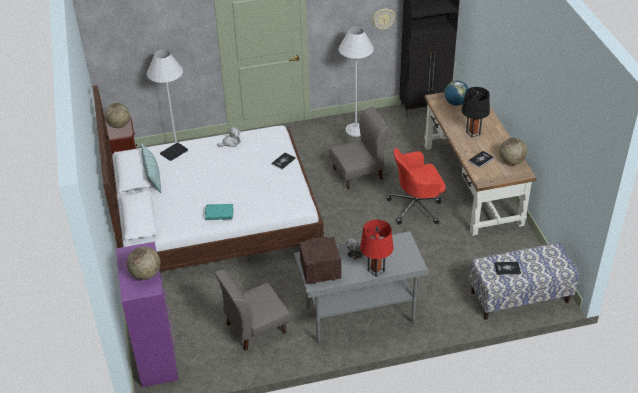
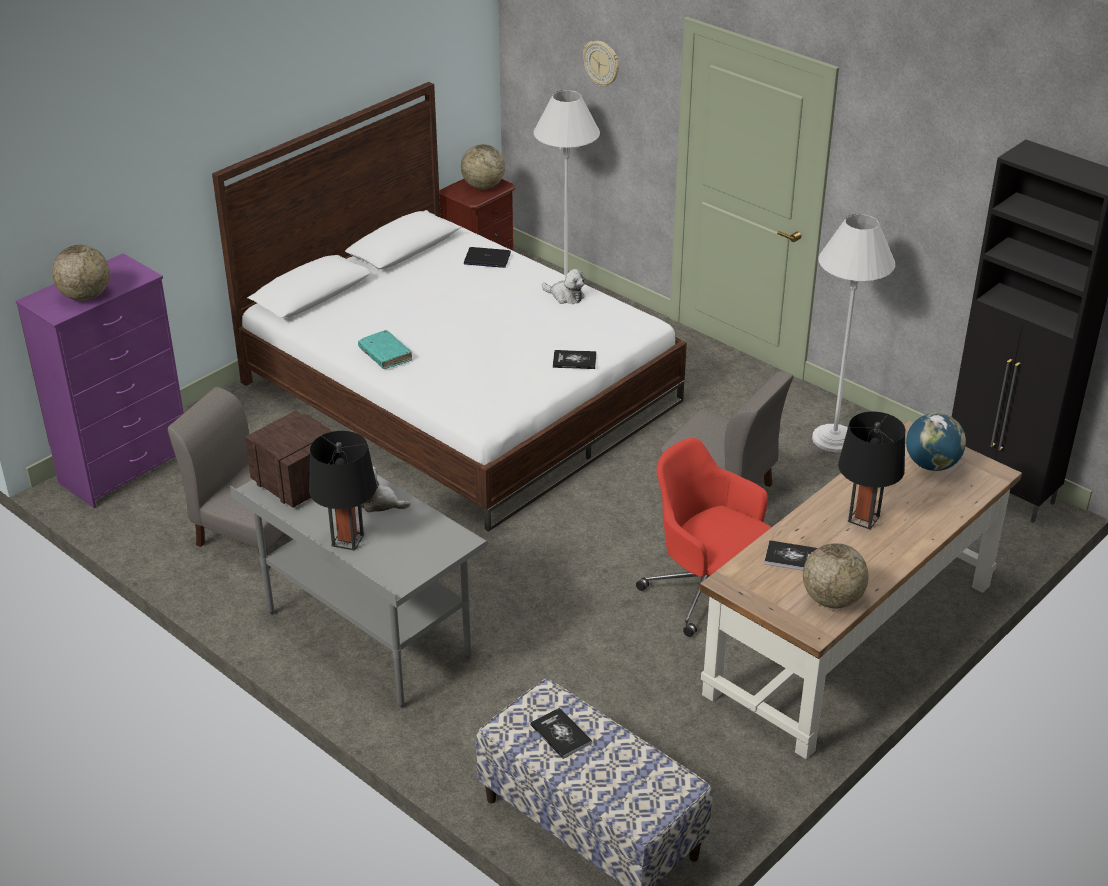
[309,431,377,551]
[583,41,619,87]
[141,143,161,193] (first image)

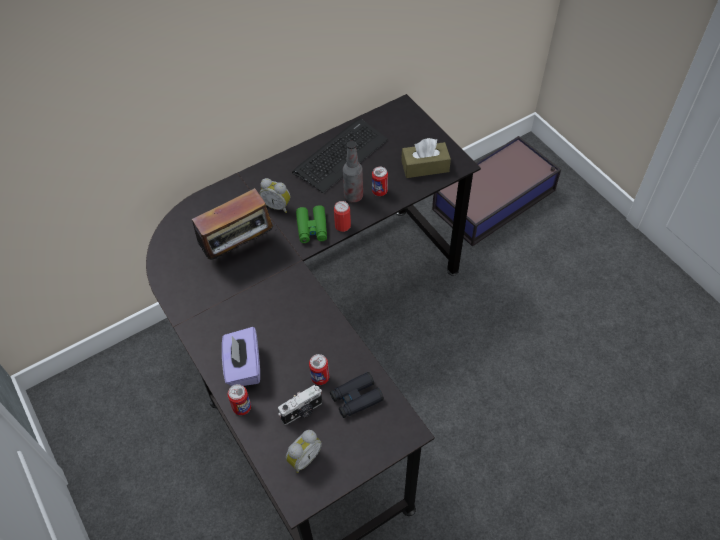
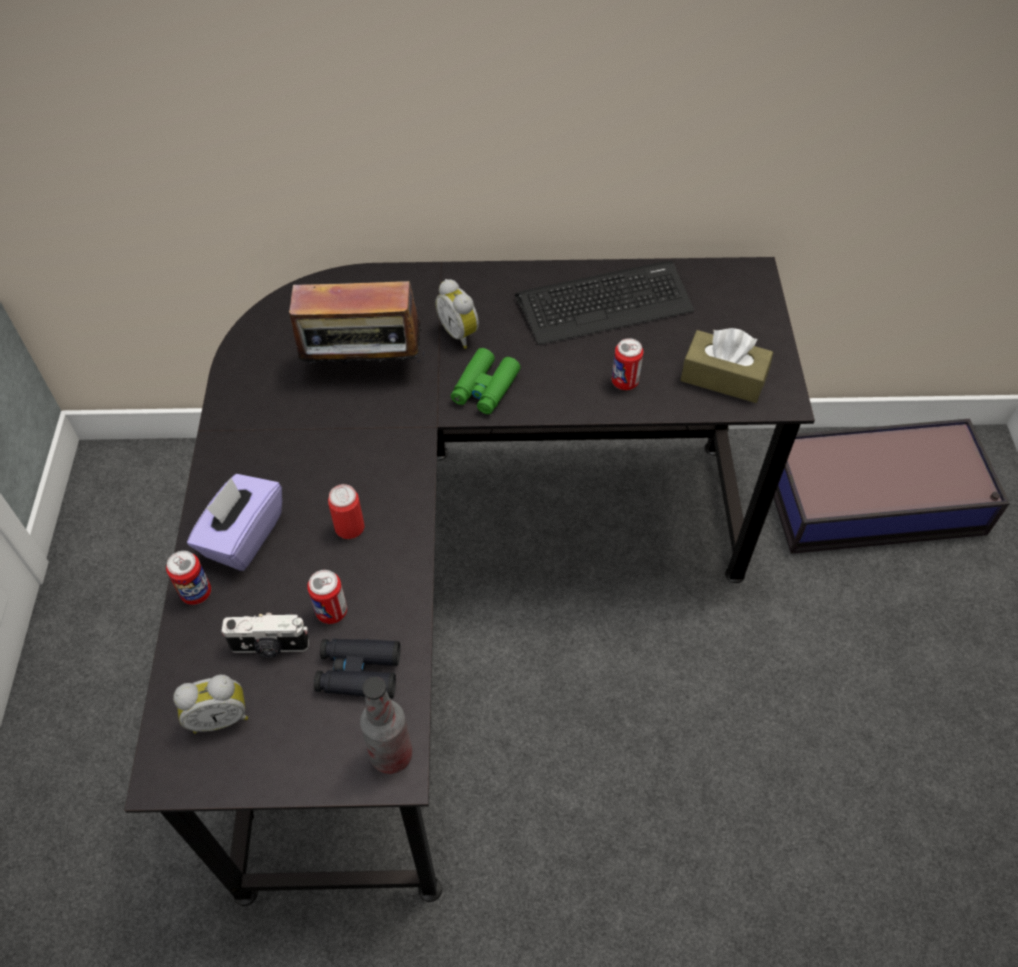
[328,484,365,539]
[360,677,412,774]

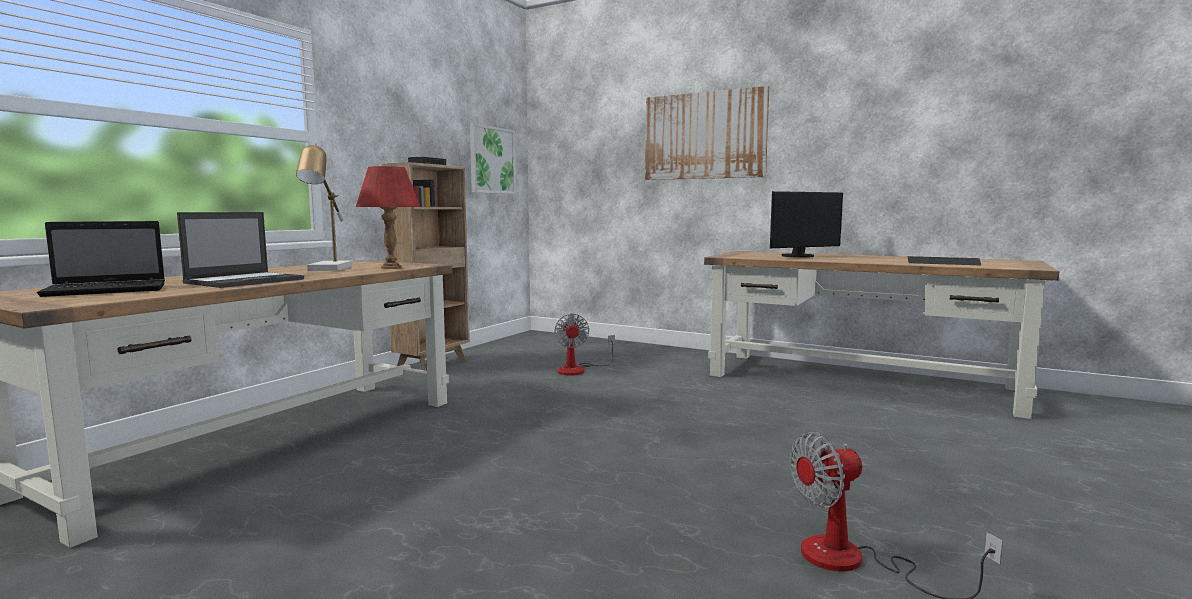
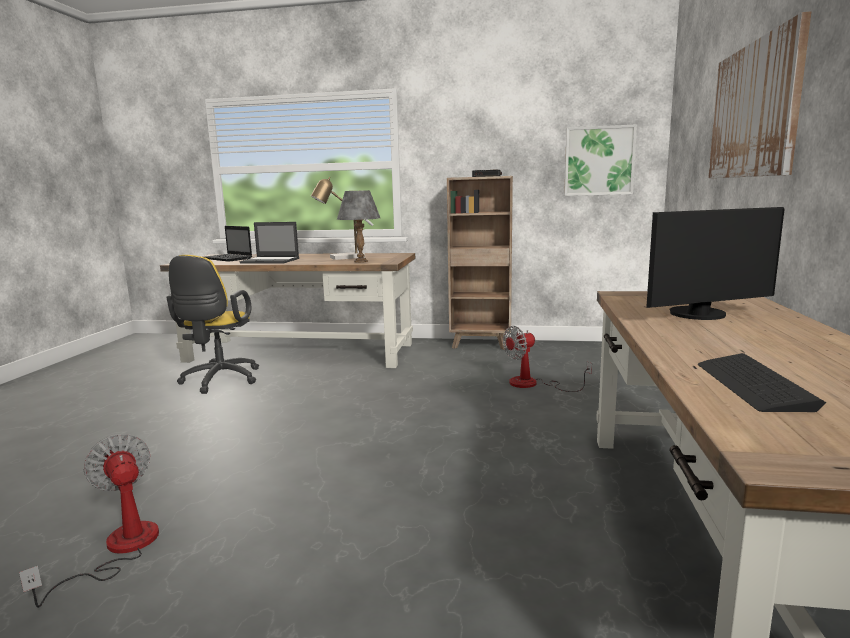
[167,255,259,394]
[337,190,380,263]
[646,207,785,320]

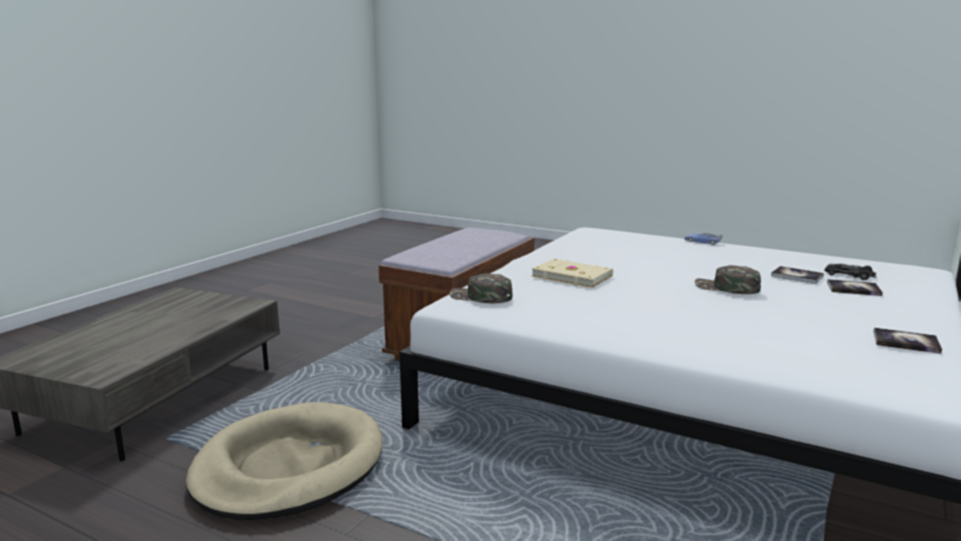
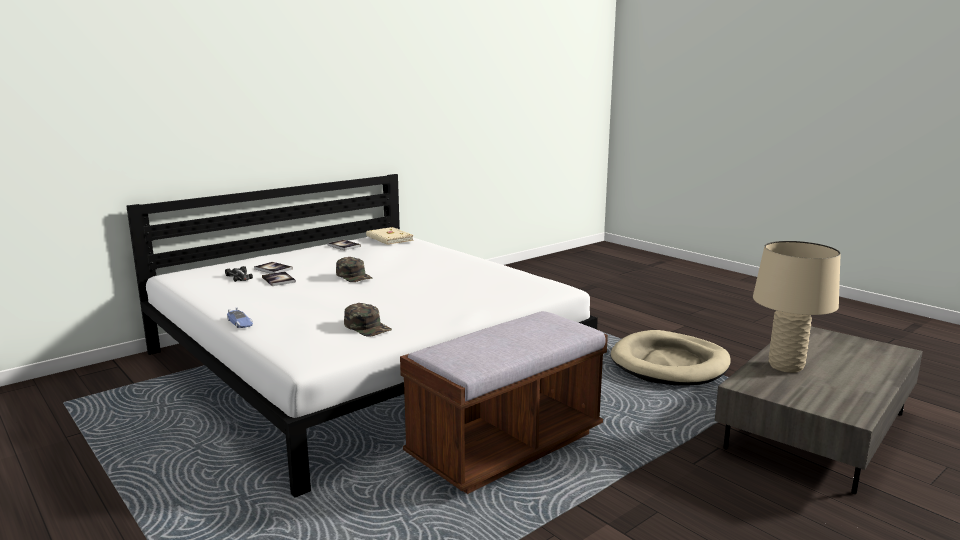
[344,303,392,337]
[366,227,414,245]
[753,241,841,373]

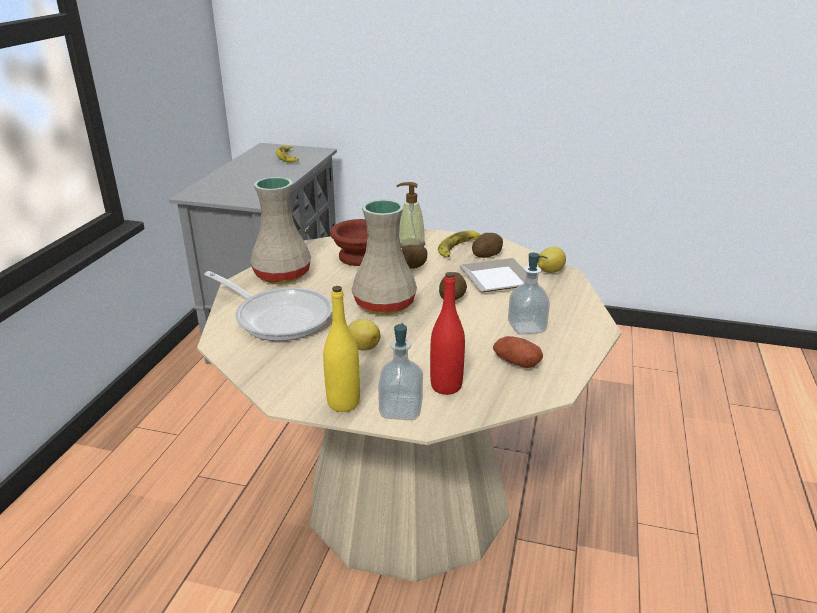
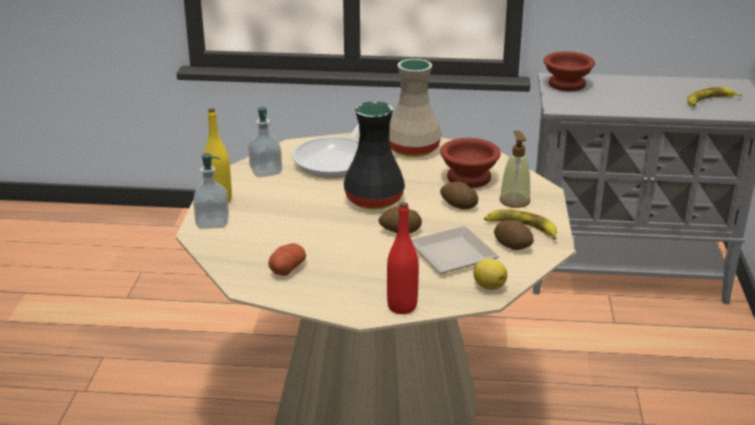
[248,107,282,177]
[344,102,405,210]
[387,202,419,314]
[544,51,595,91]
[348,319,380,350] (first image)

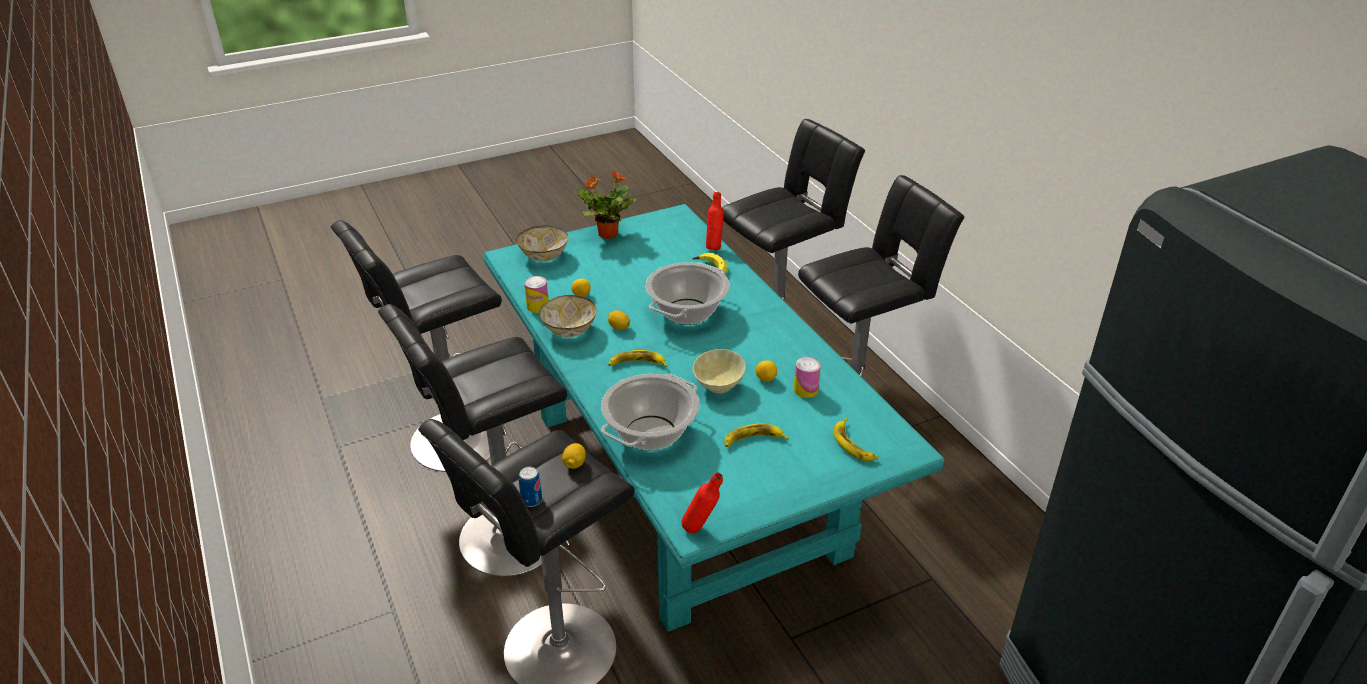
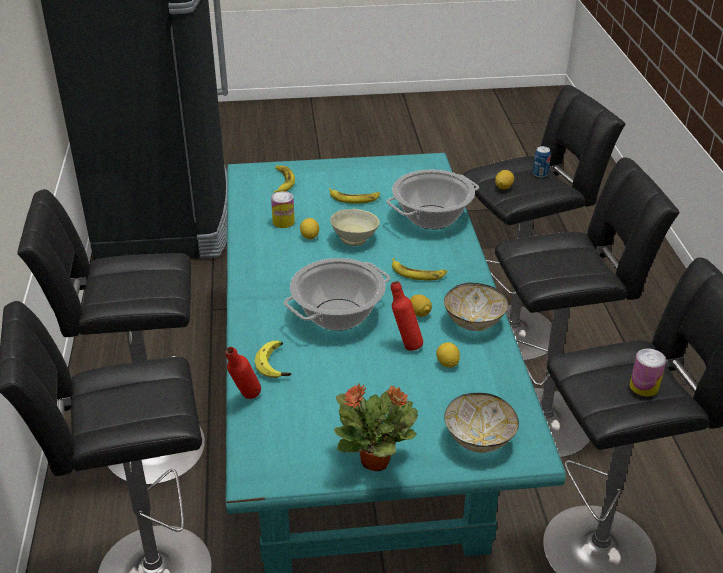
[391,281,423,351]
[630,349,666,397]

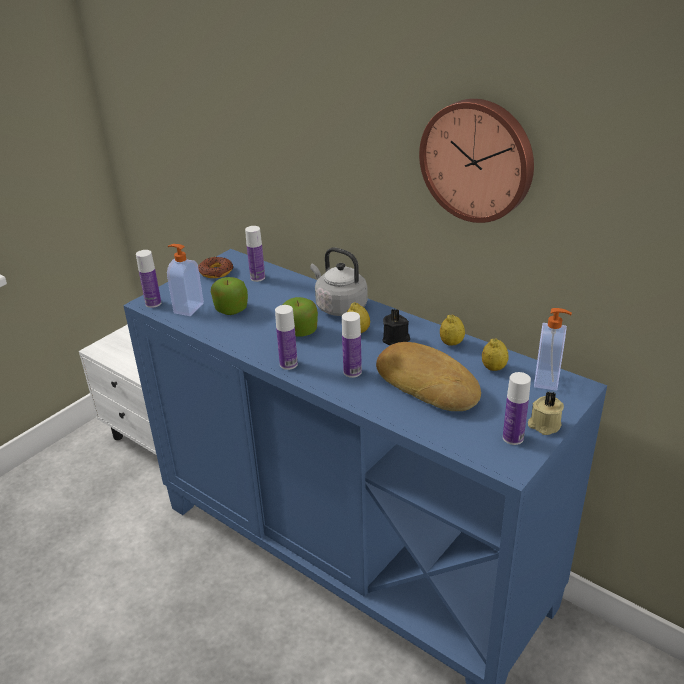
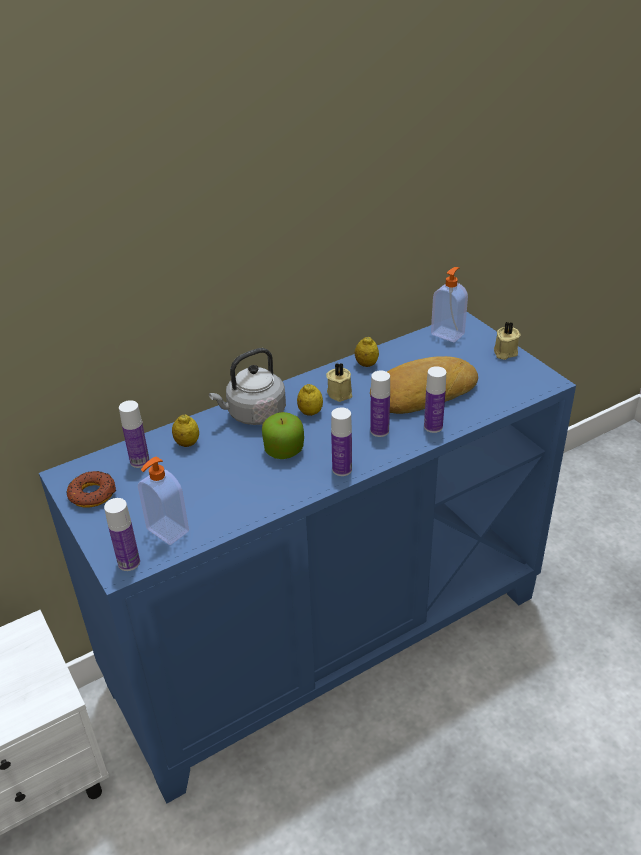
[172,414,199,447]
[326,363,353,402]
[424,366,446,433]
[211,277,248,315] (first image)
[419,99,534,223] (first image)

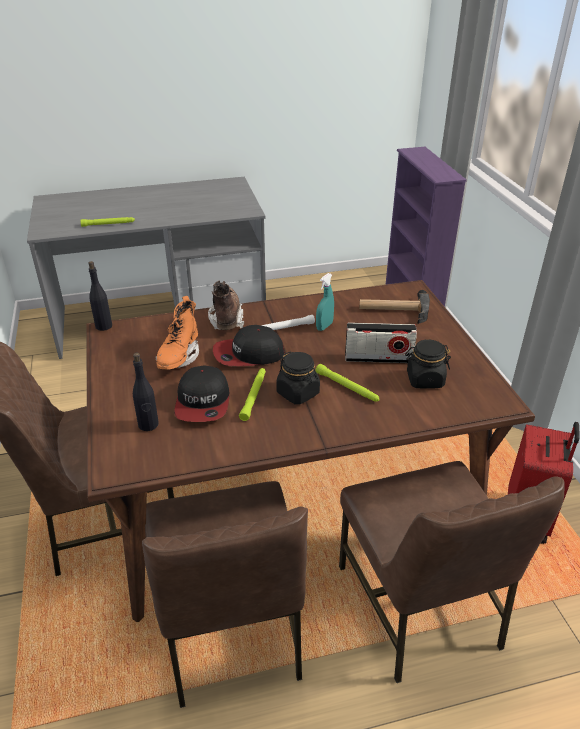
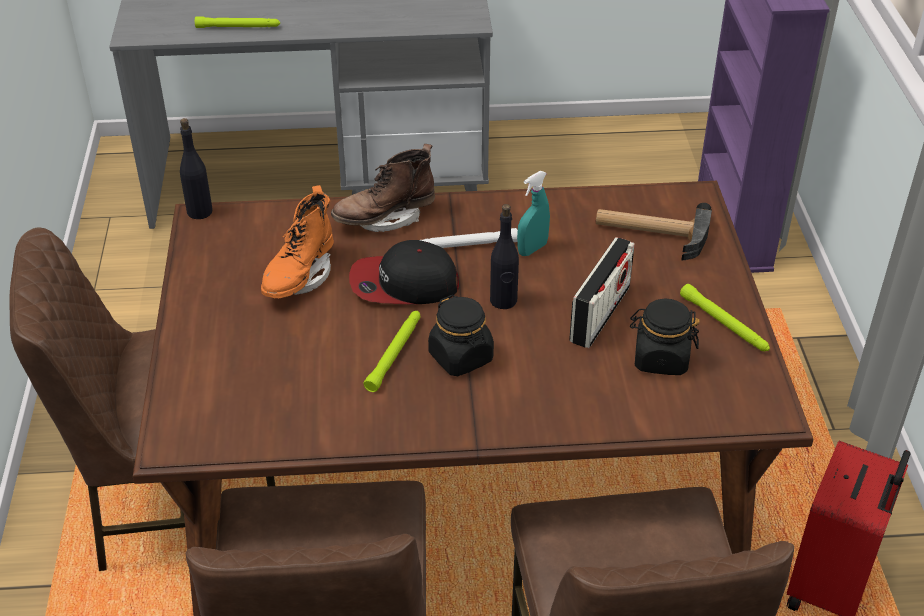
[331,144,435,232]
[490,204,519,309]
[569,237,635,348]
[680,284,770,351]
[174,366,230,422] (first image)

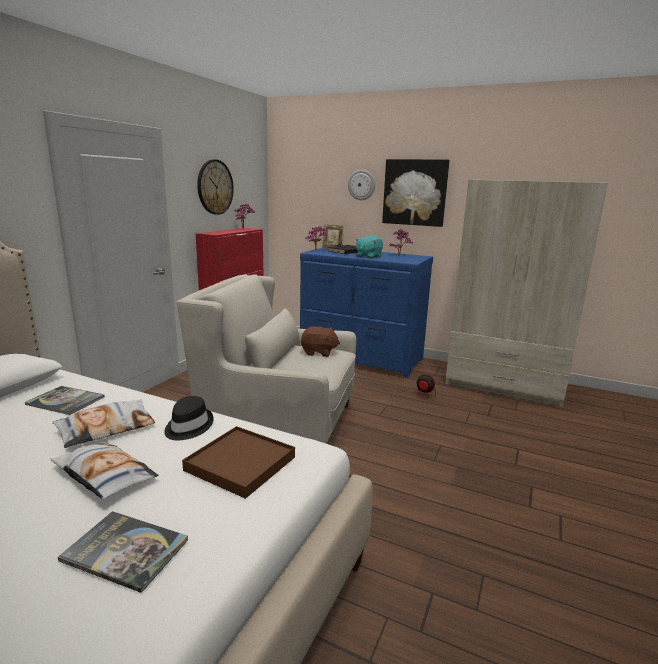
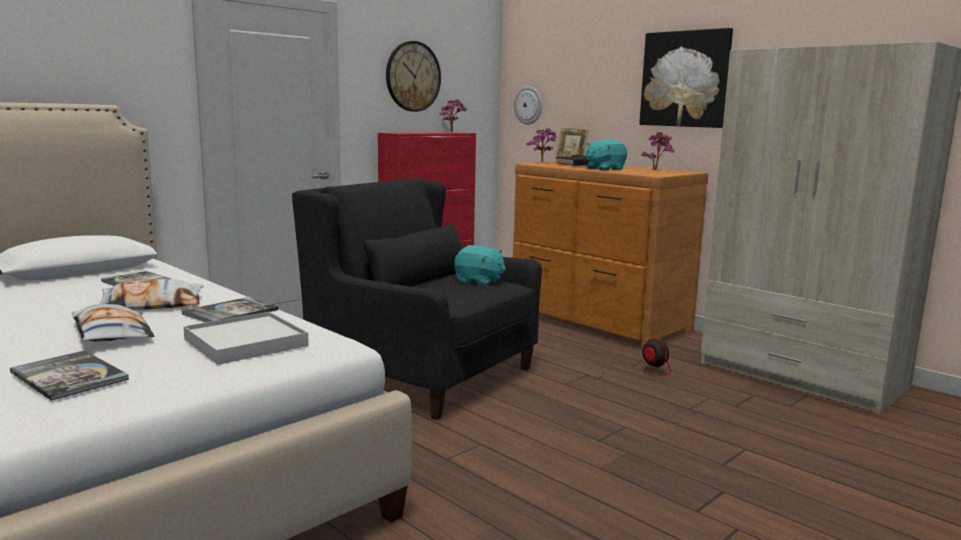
[182,297,278,322]
[183,312,309,365]
[292,178,542,420]
[454,245,506,286]
[513,161,709,348]
[514,86,542,125]

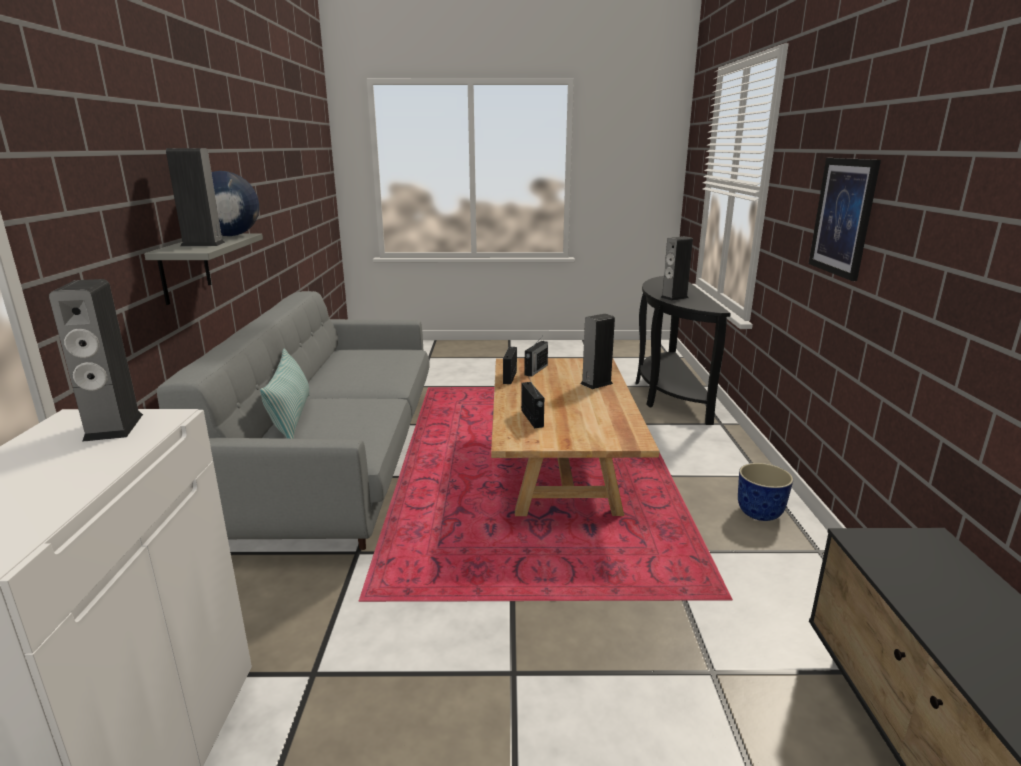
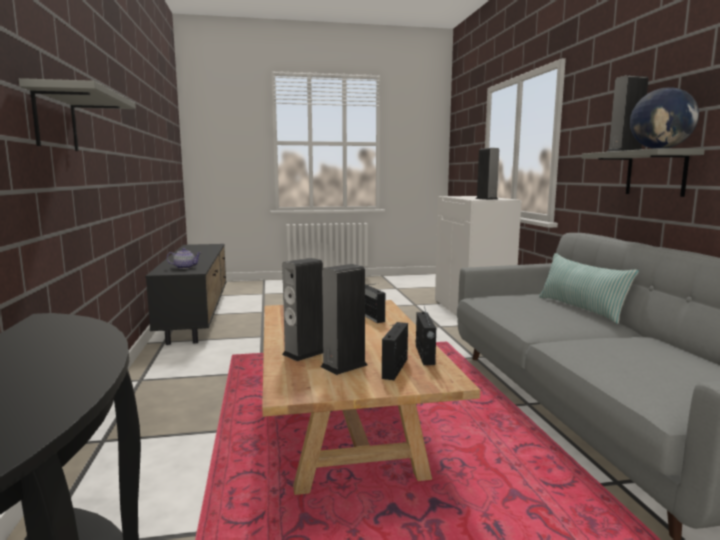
[19,78,136,151]
[167,248,201,269]
[321,264,367,375]
[738,463,793,521] (first image)

